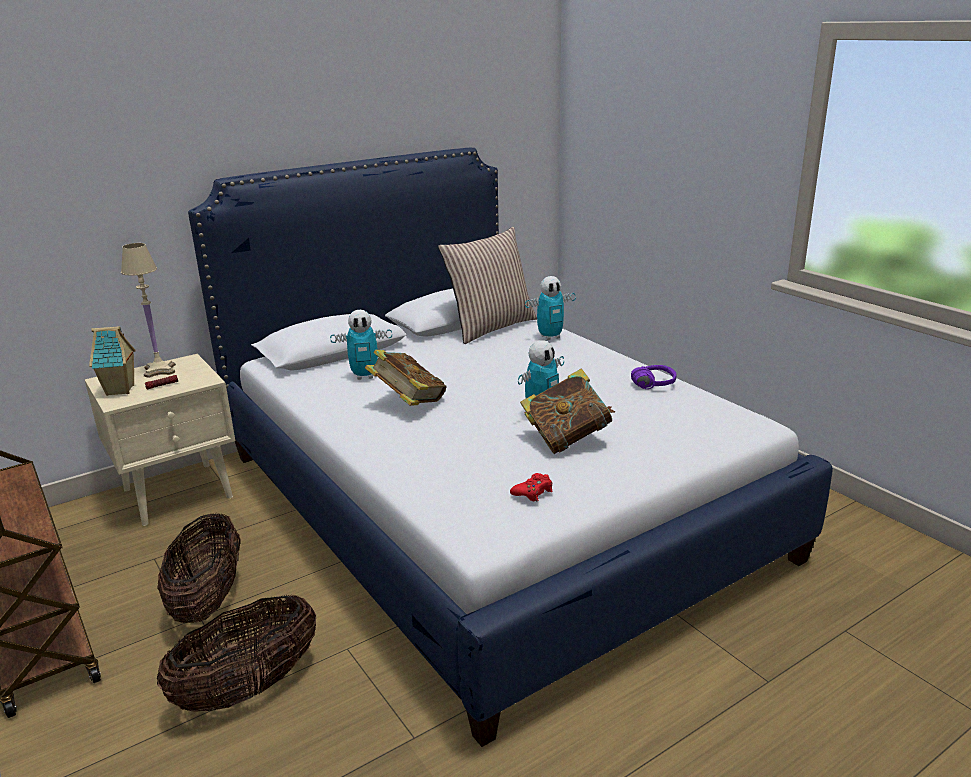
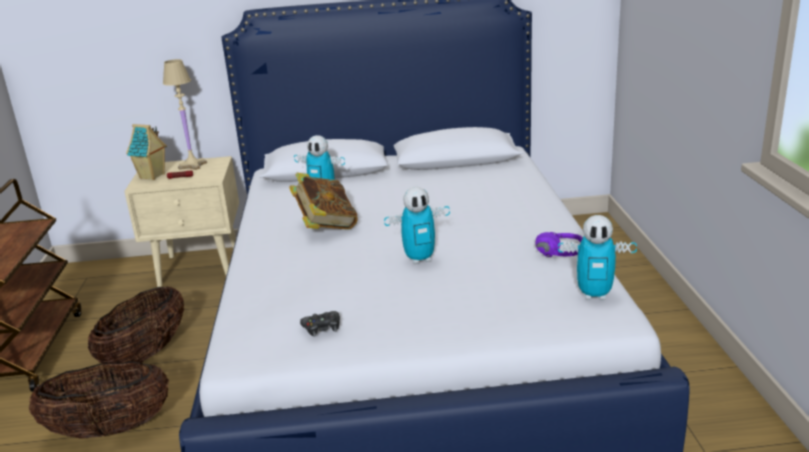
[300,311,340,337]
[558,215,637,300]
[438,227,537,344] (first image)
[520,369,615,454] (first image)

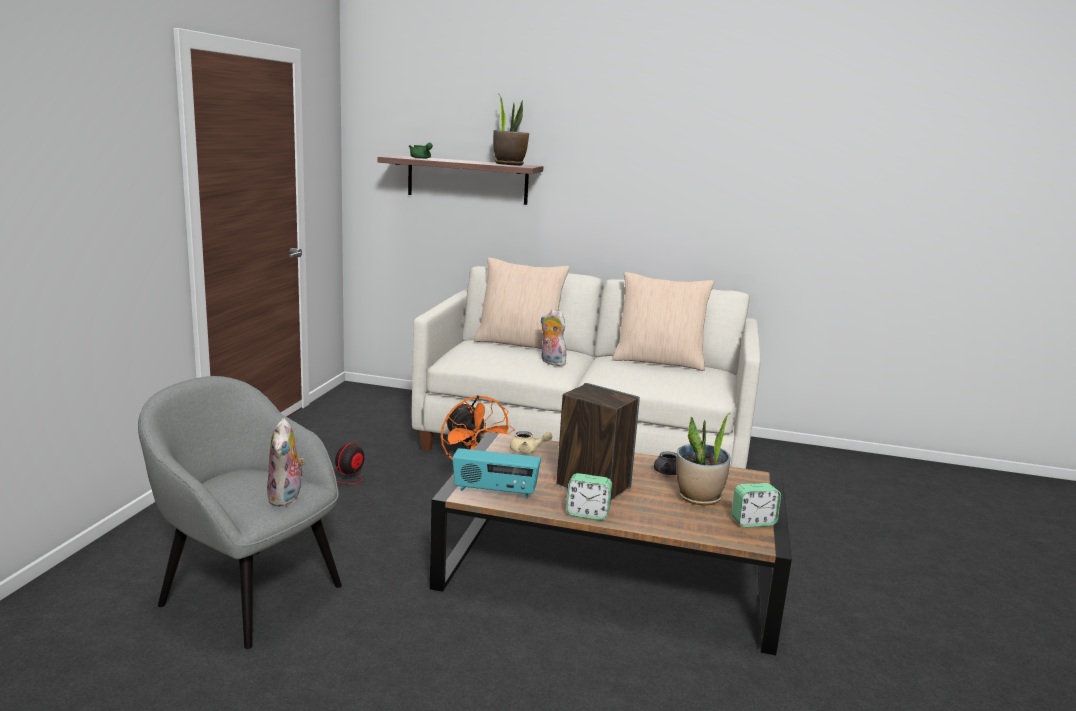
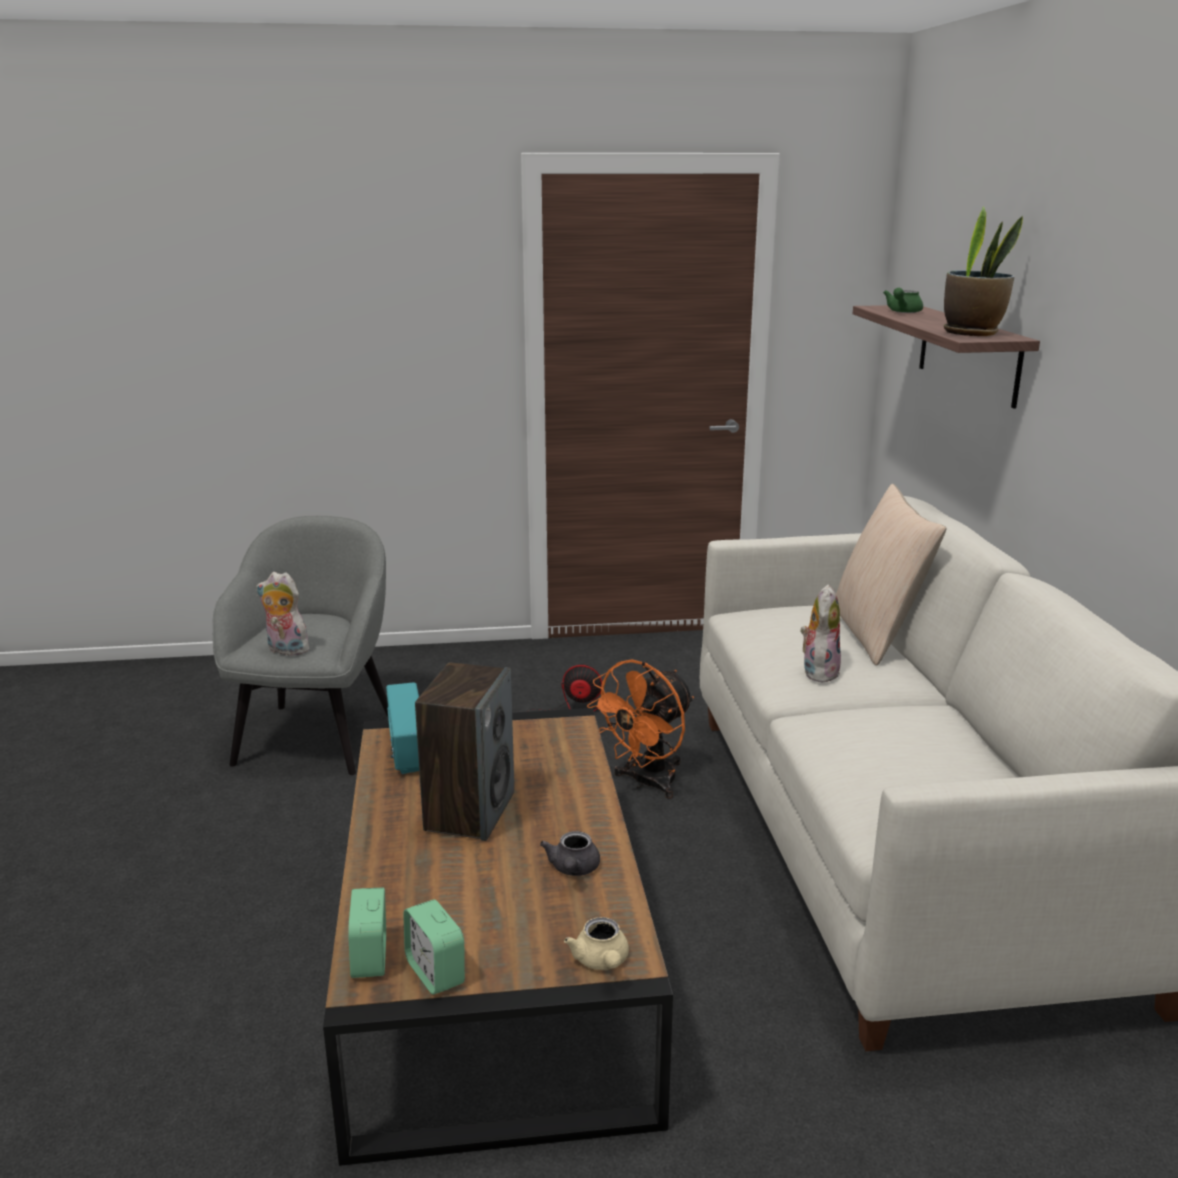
[256,572,309,656]
[348,888,386,978]
[564,917,629,970]
[612,272,714,371] (first image)
[676,413,730,505] (first image)

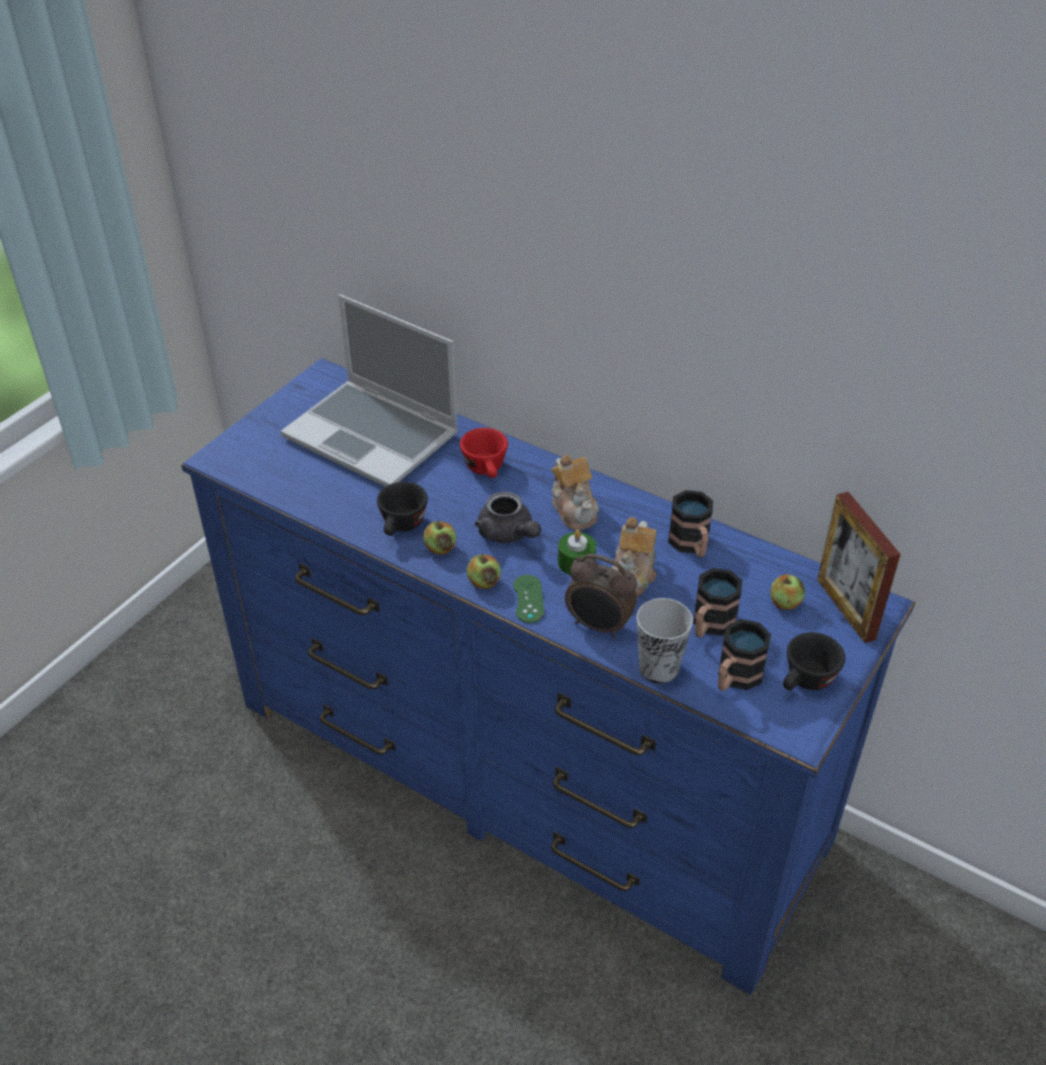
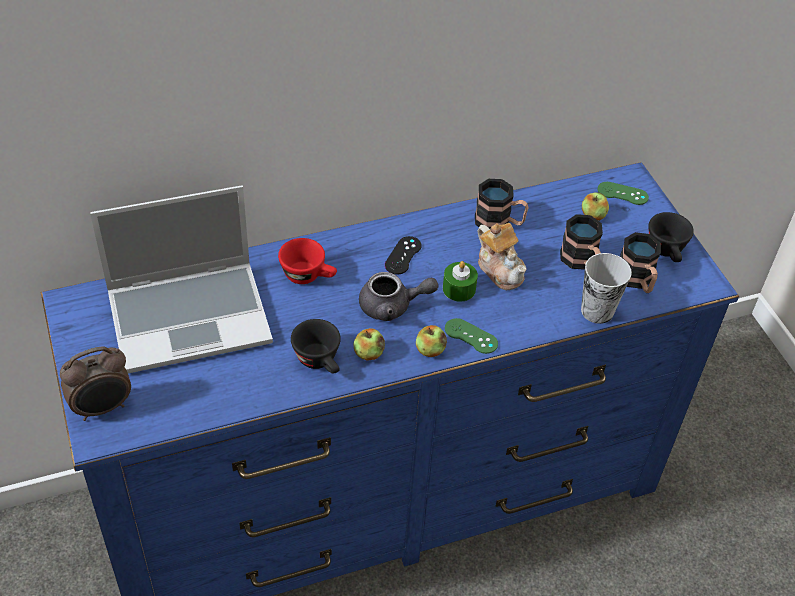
[60,346,131,421]
[385,236,421,275]
[597,182,649,205]

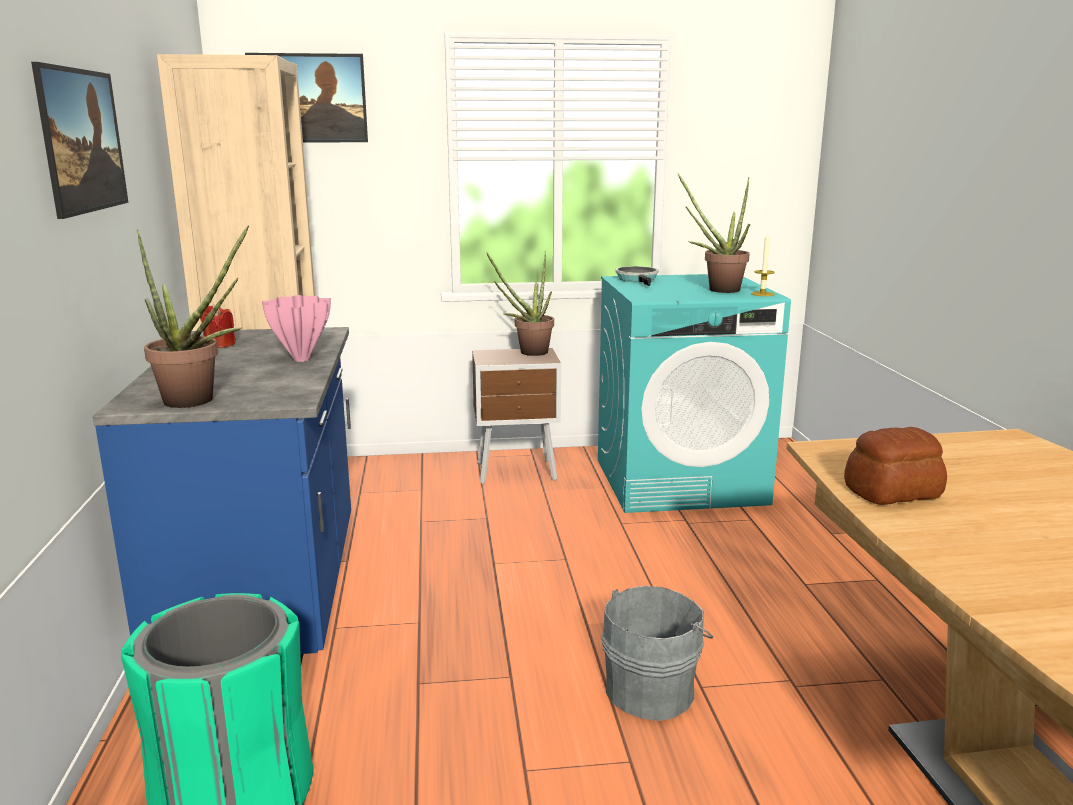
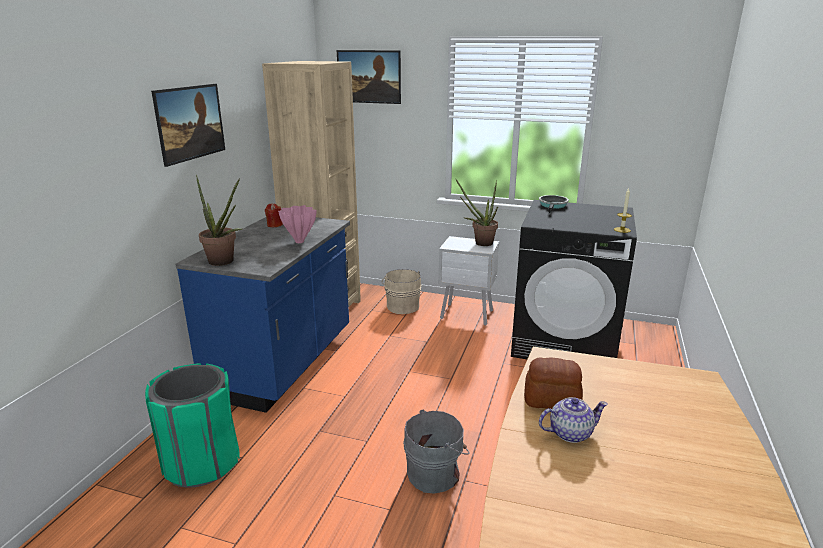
[382,269,422,314]
[439,236,499,326]
[511,200,637,359]
[539,397,608,443]
[678,174,750,293] (first image)

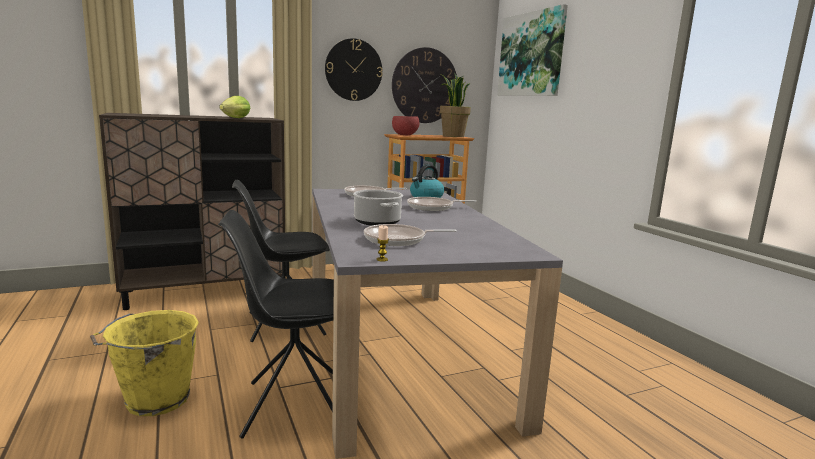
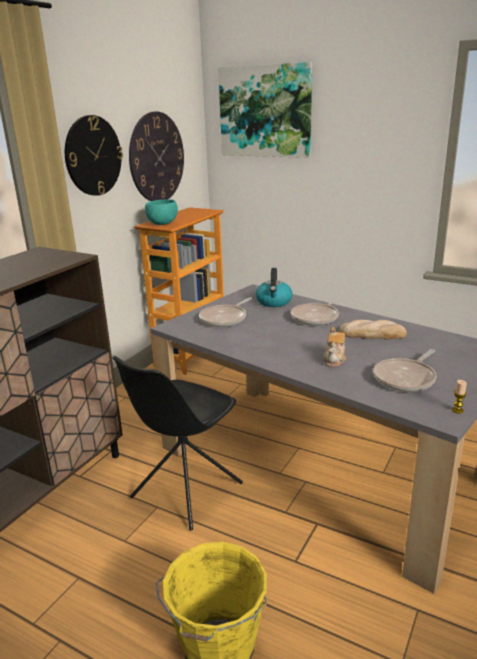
[145,199,178,225]
[324,327,346,367]
[340,320,407,340]
[218,210,334,439] (first image)
[220,96,250,118] (first image)
[440,73,471,137] (first image)

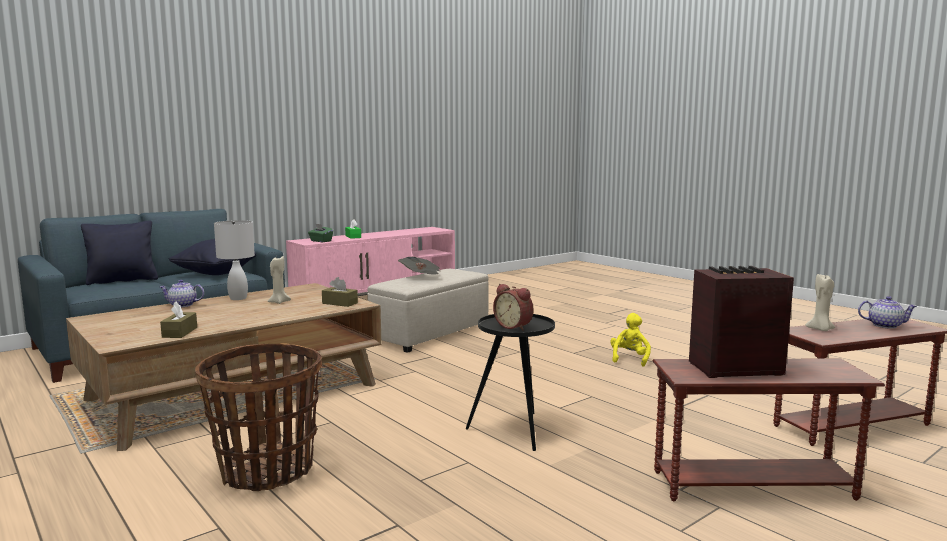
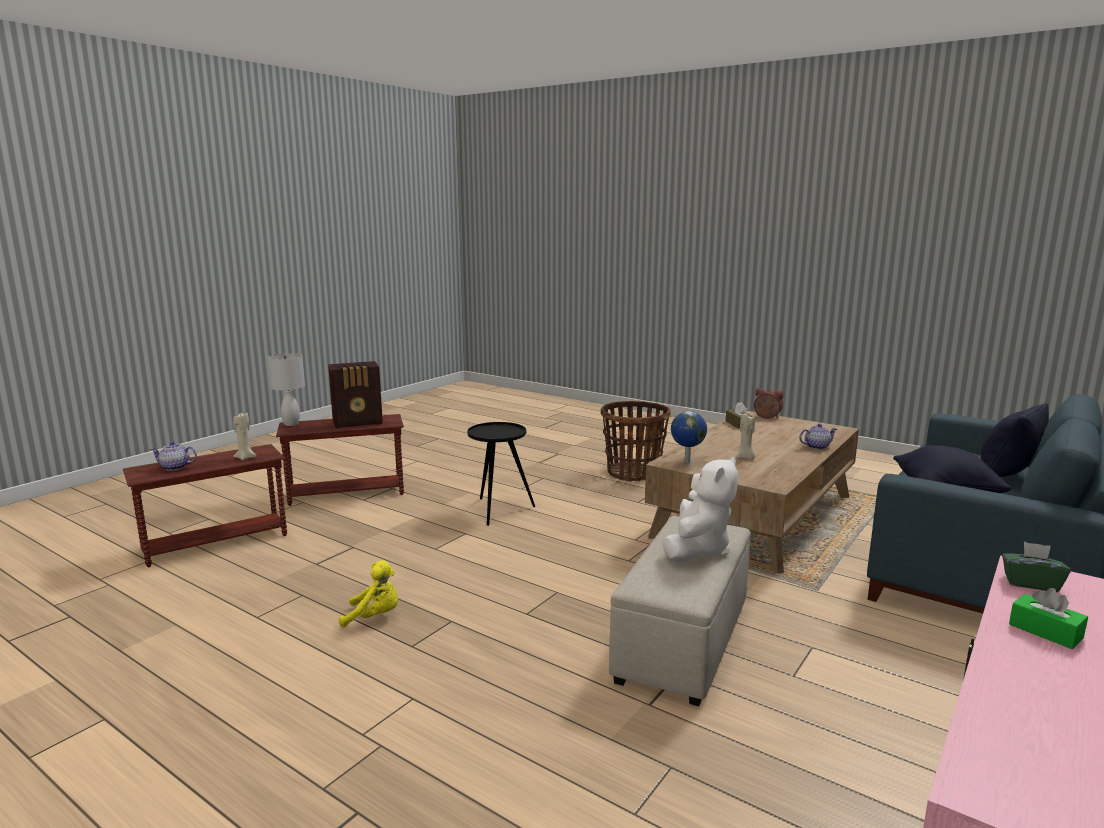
[267,353,305,426]
[339,560,398,627]
[663,456,738,562]
[671,411,707,463]
[754,388,783,419]

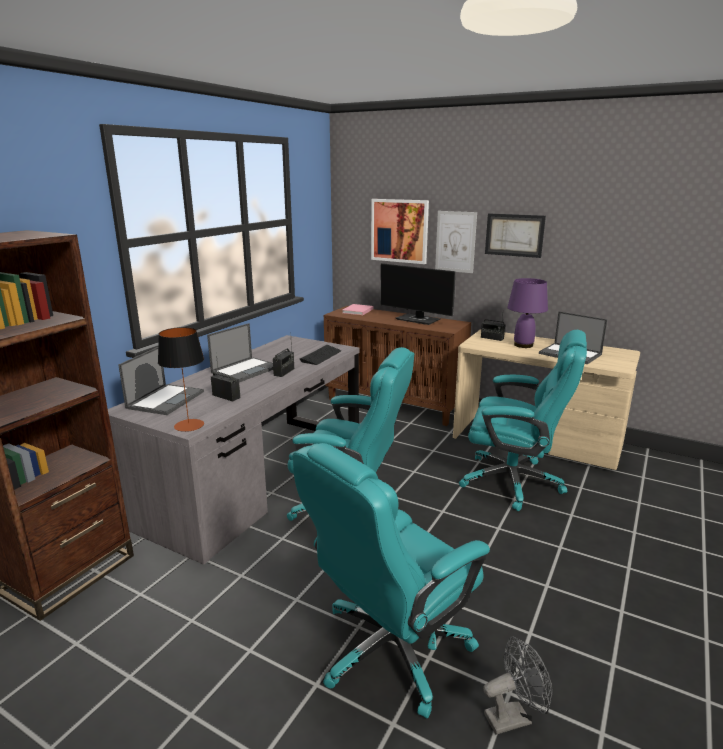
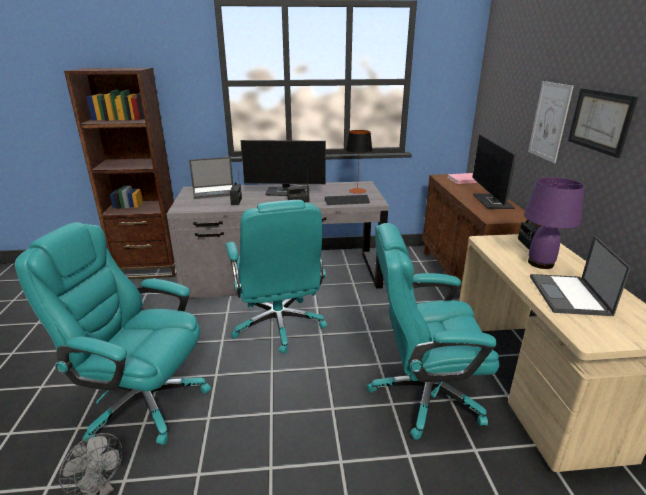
[240,140,326,196]
[346,130,372,194]
[367,223,499,440]
[371,199,429,264] (first image)

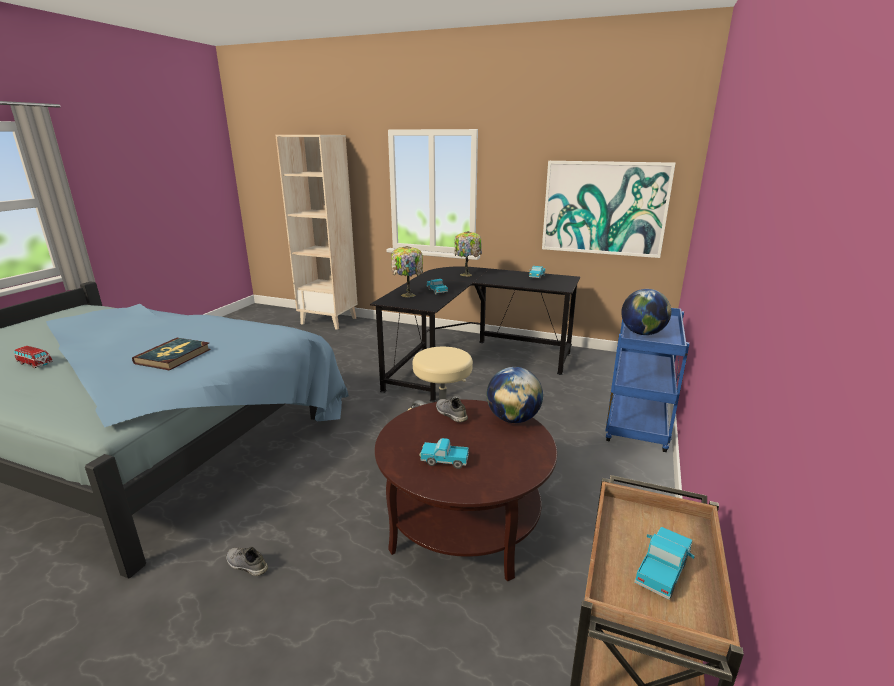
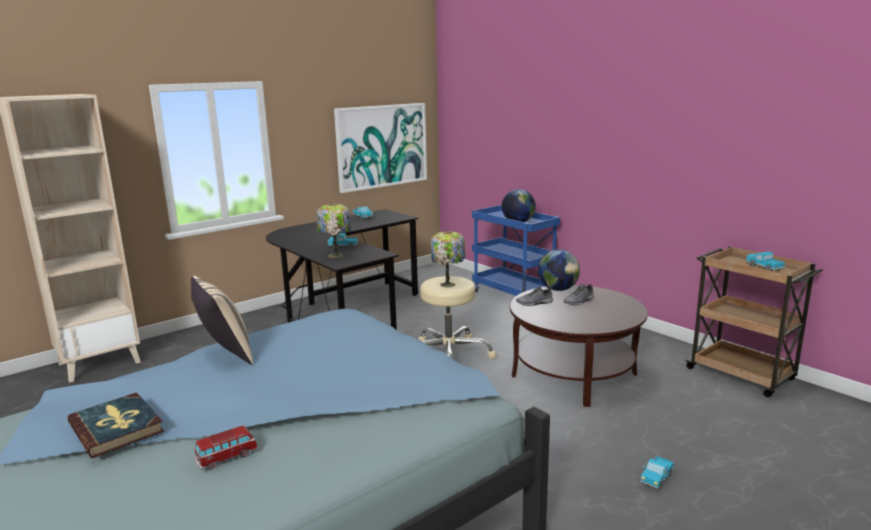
[68,392,164,458]
[191,276,253,365]
[431,231,466,287]
[563,284,594,305]
[640,456,674,489]

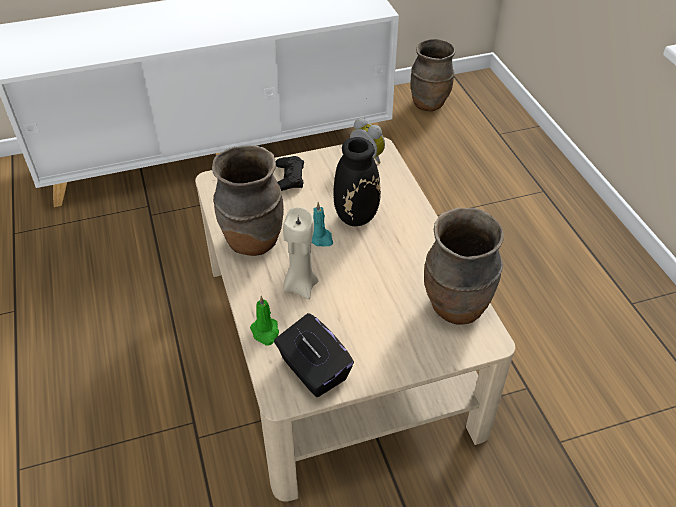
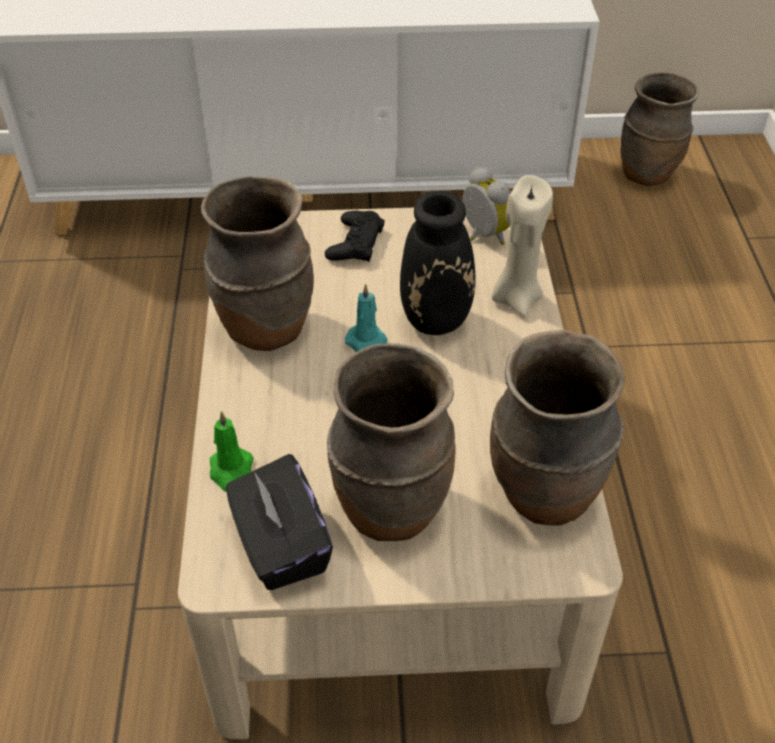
[327,343,456,541]
[492,175,553,316]

